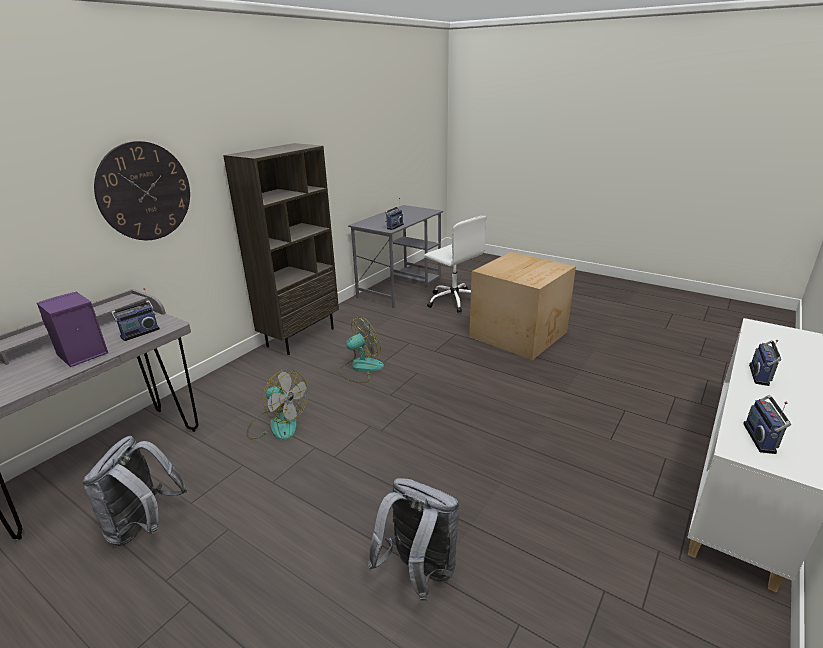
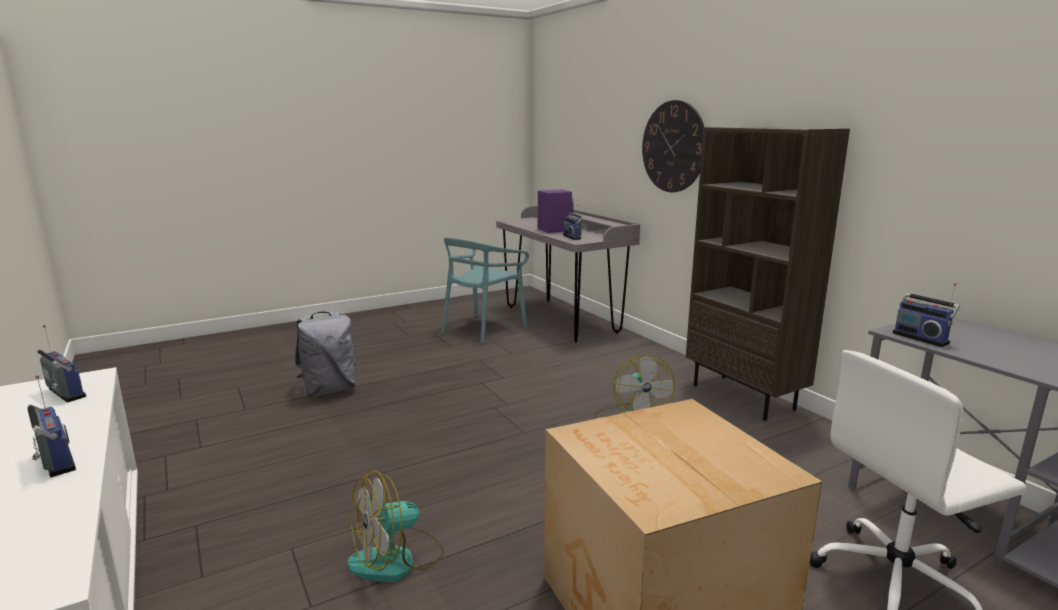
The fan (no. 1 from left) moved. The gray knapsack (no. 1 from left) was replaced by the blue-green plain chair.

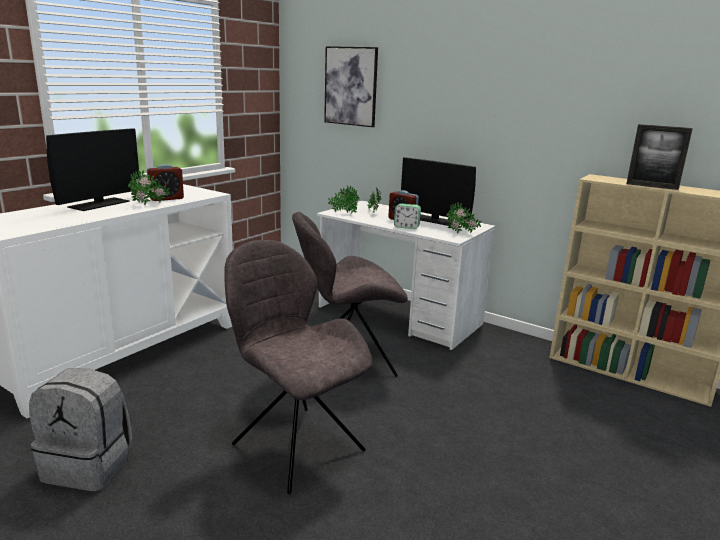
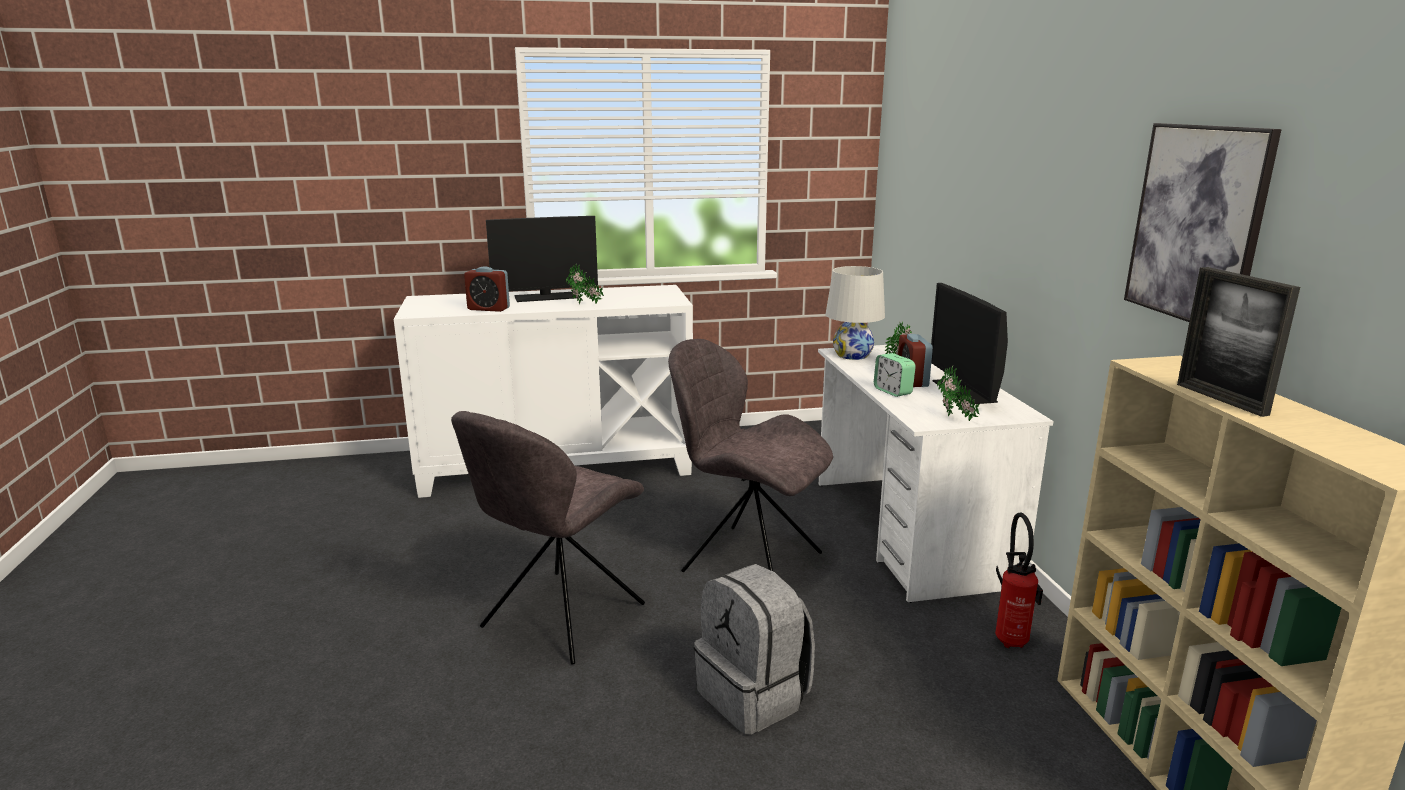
The gray plain chair (no. 1 from left) turned 150 degrees counterclockwise. The table clock (no. 1 from left) moved. The gray knapsack moved. The plant in a pot (no. 2 from left) was replaced by the white-coloured tabletop lamp. The fire extinguisher appeared. The wall picture moved.

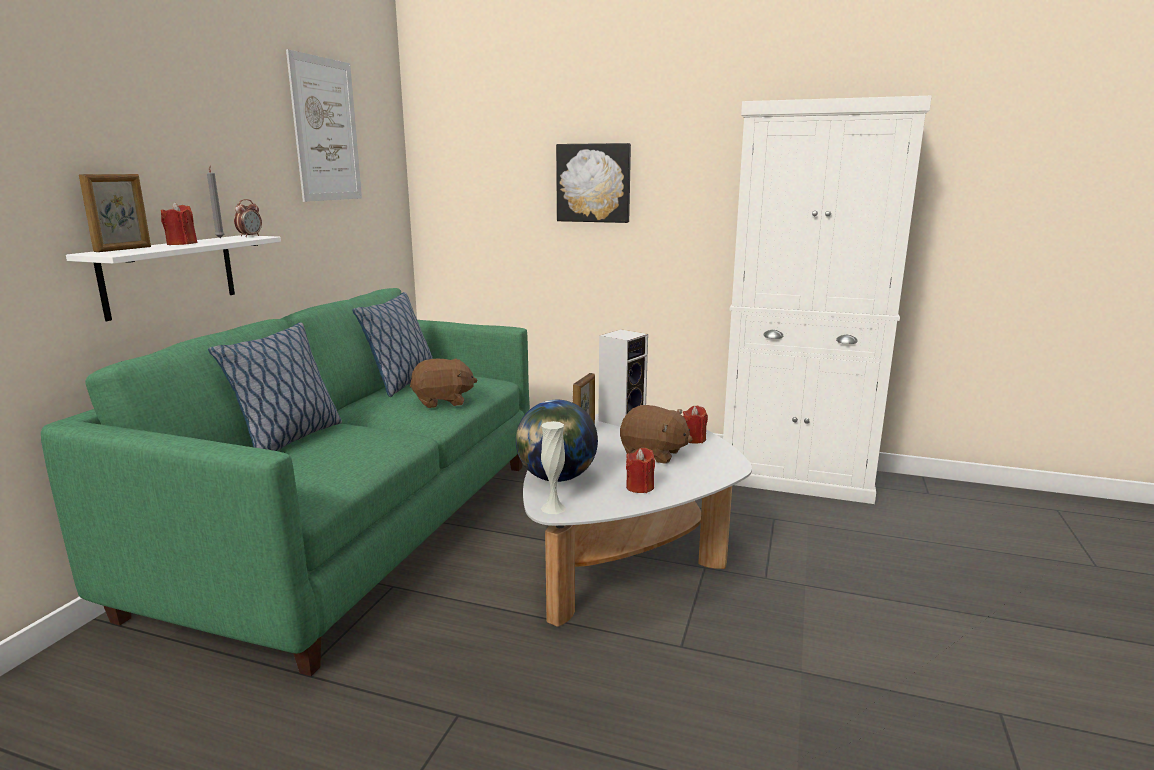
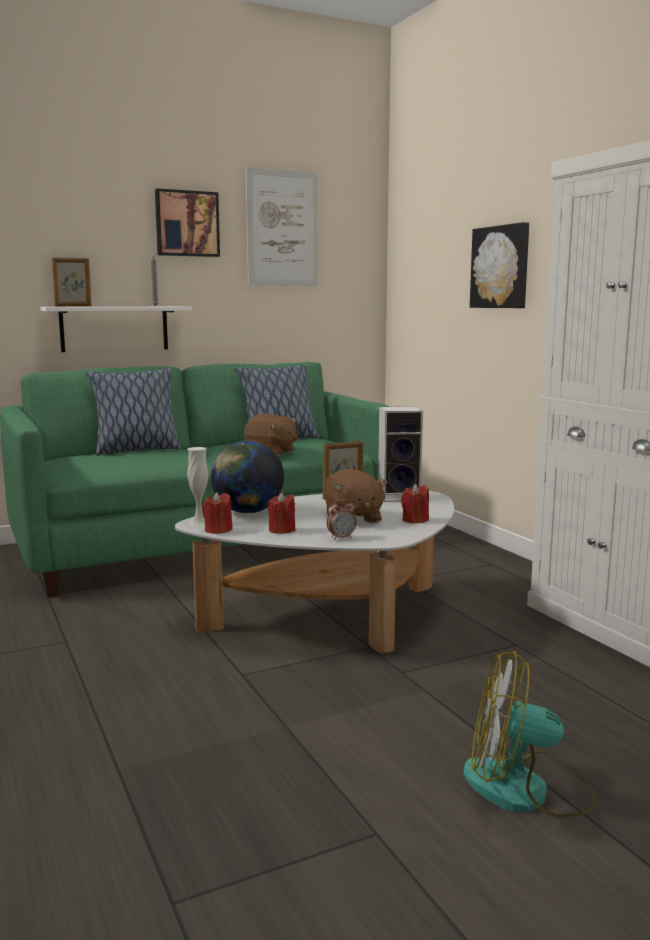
The wall picture (no. 1 from left) appeared. The red candle (no. 1 from left) moved. The table clock moved. The fan appeared.

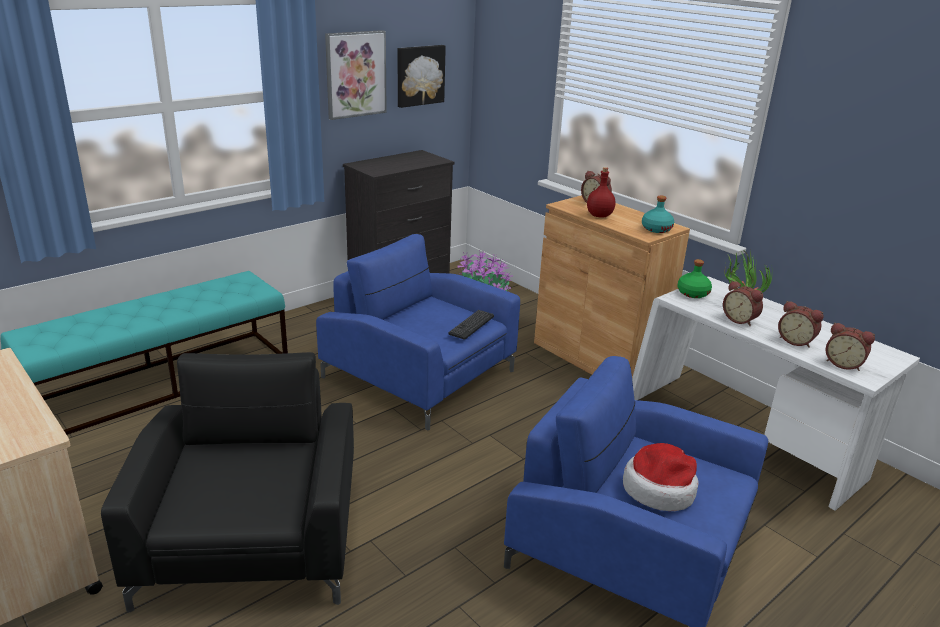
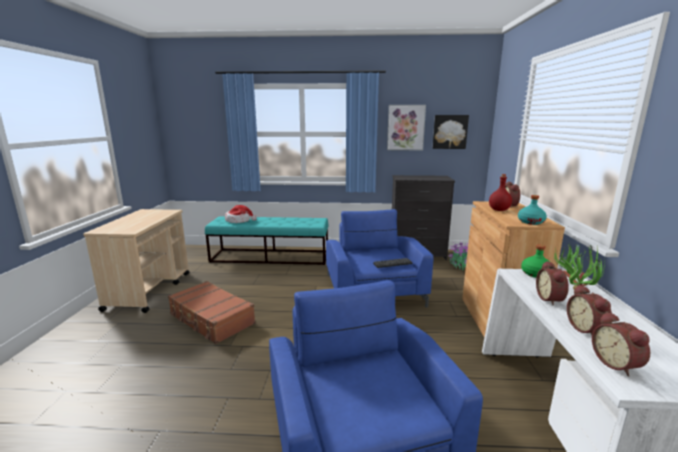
The black armchair was replaced by the brownish travel case. The wearable hat moved.

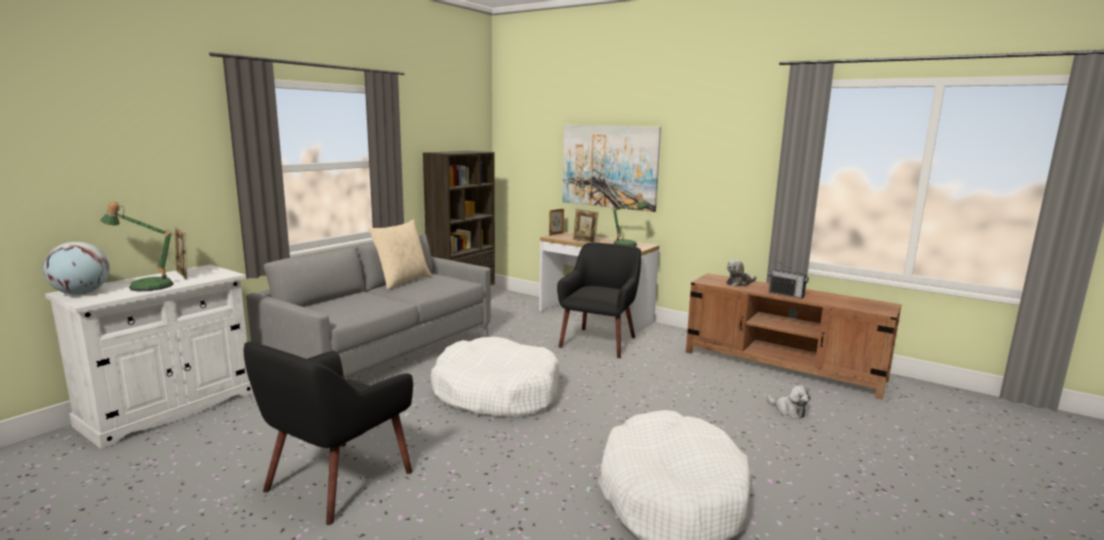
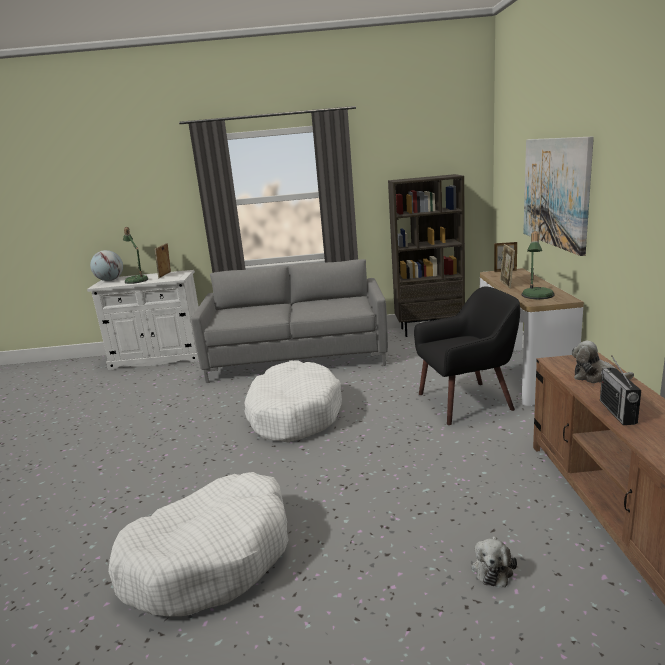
The black armchair (no. 1 from left) disappeared. The beige cushion disappeared.

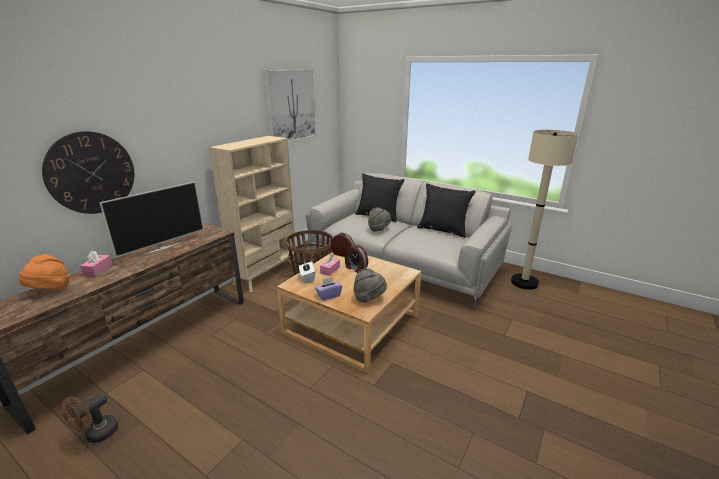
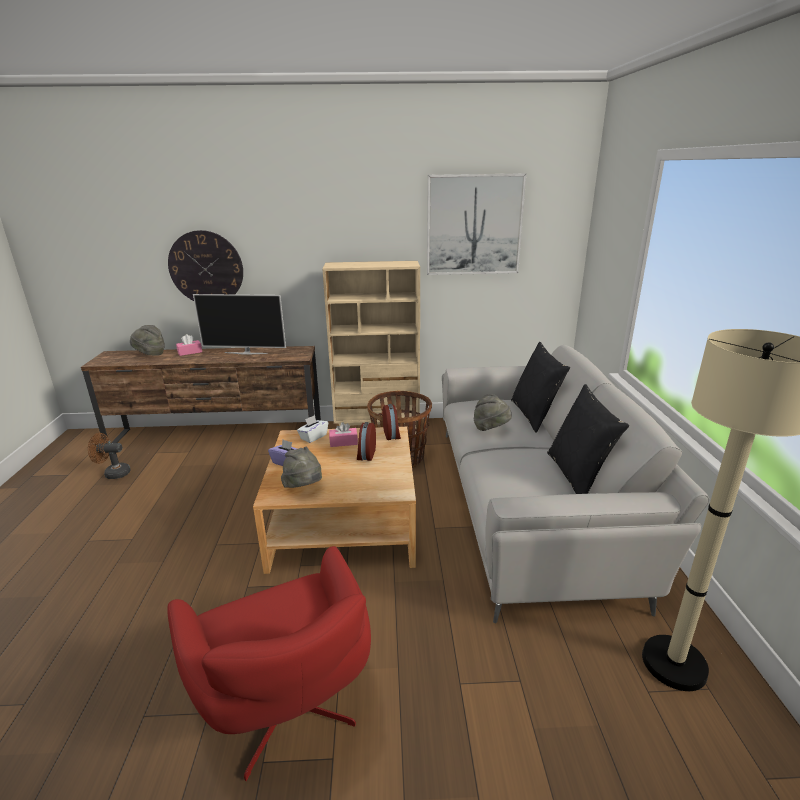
The orange wearable hat became the gray wearable hat (no. 1 from left). The red armchair appeared.

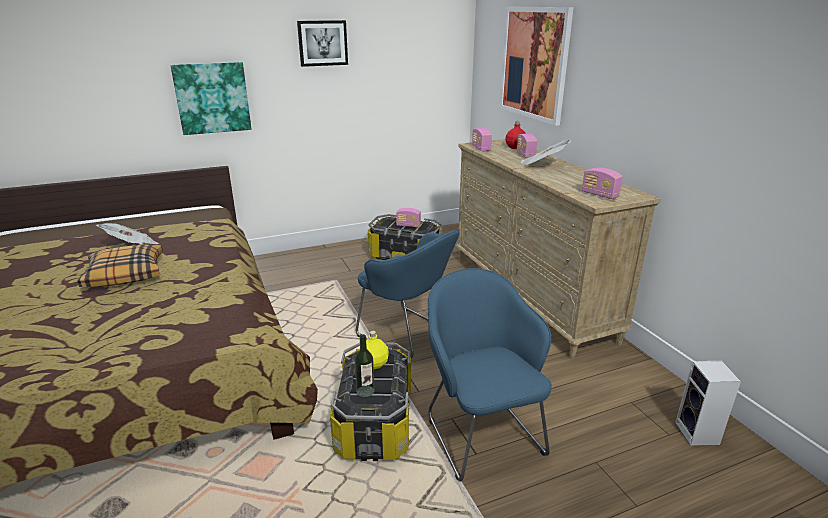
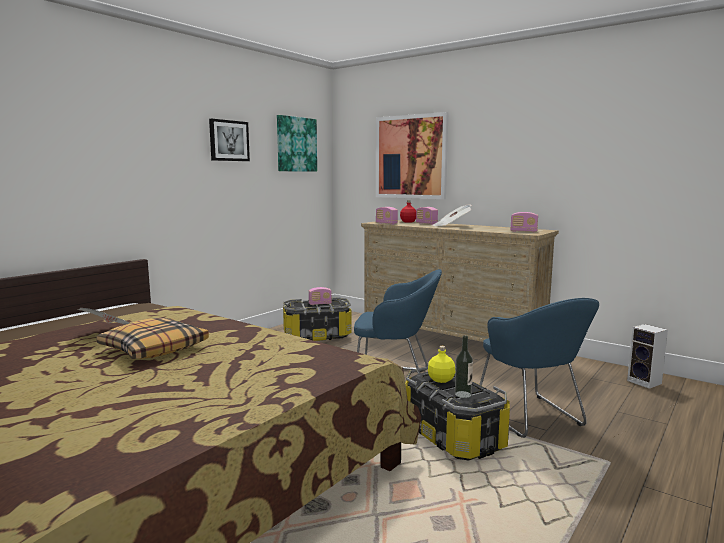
The wall picture (no. 1 from left in the first image) moved. The blue-coloured armchair (no. 2 from left) turned 150 degrees counterclockwise.

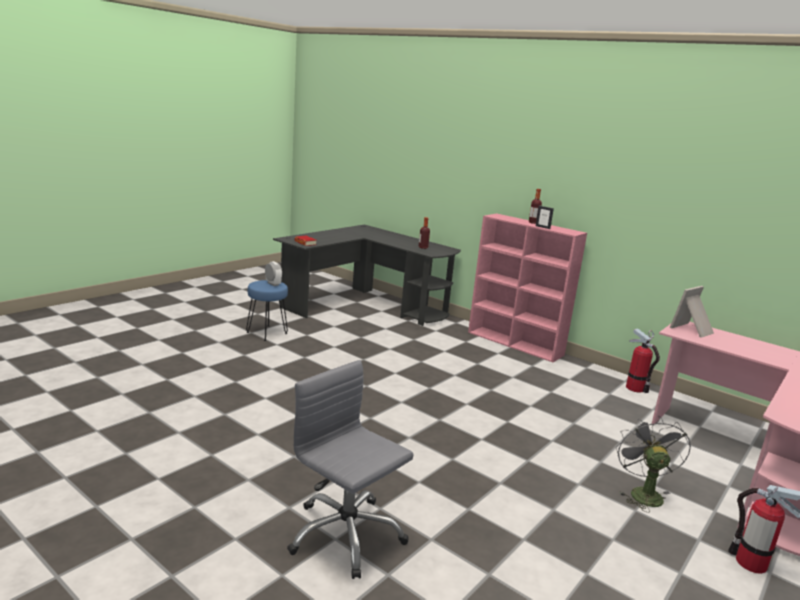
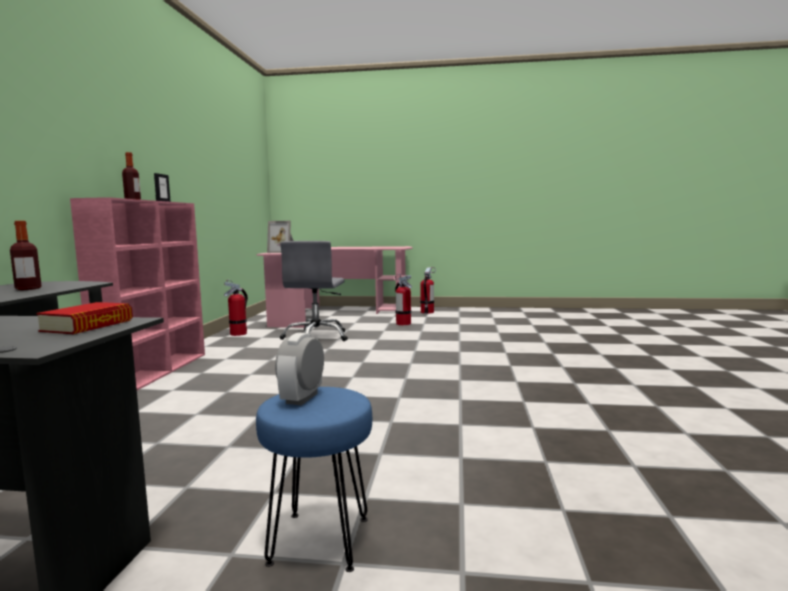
The gray computer chair moved. The gray fan was replaced by the fire extinguisher (no. 2 from left).

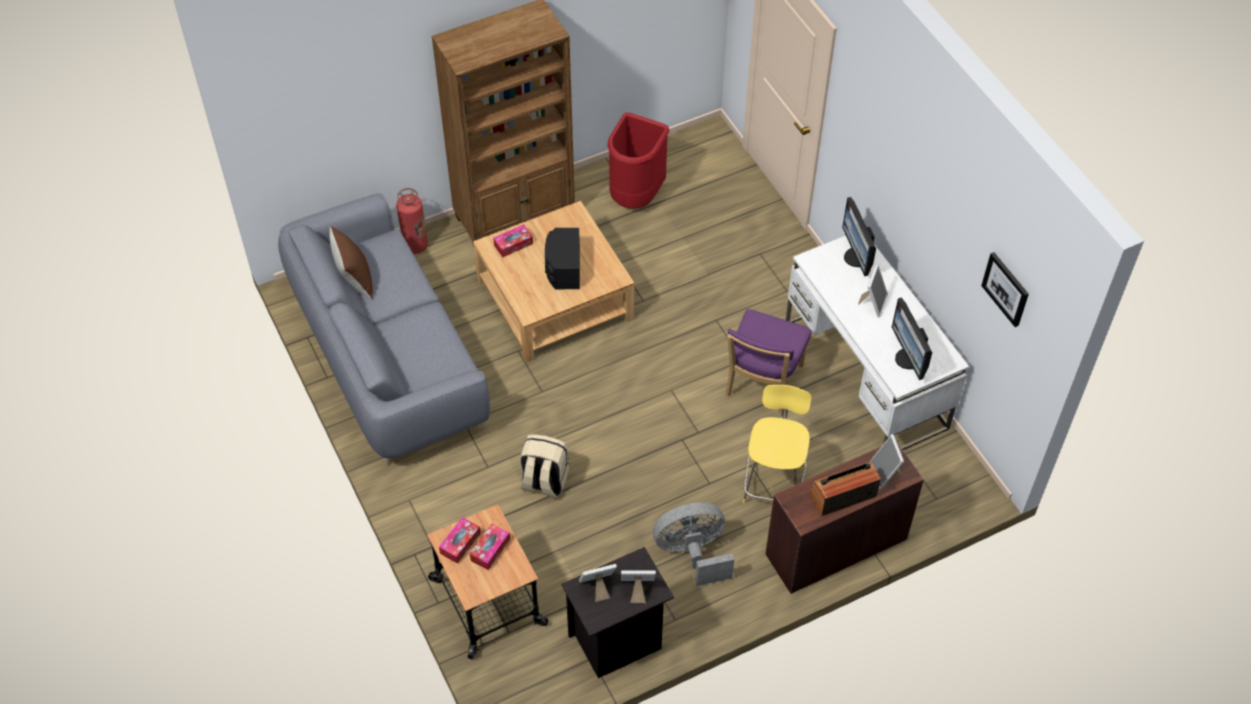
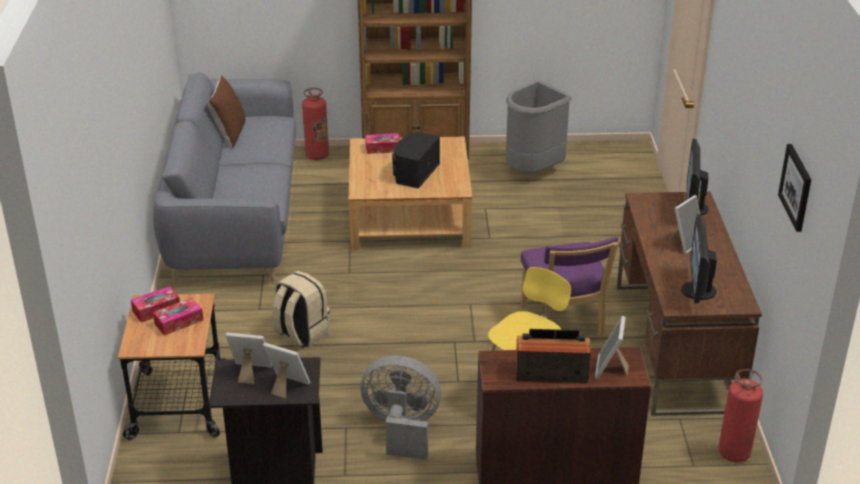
The red waste bin became the gray waste bin. The purplish plain chair turned 60 degrees counterclockwise. The white-coloured desk became the brownish desk (no. 2 from left). The fire extinguisher (no. 2 from left) appeared.

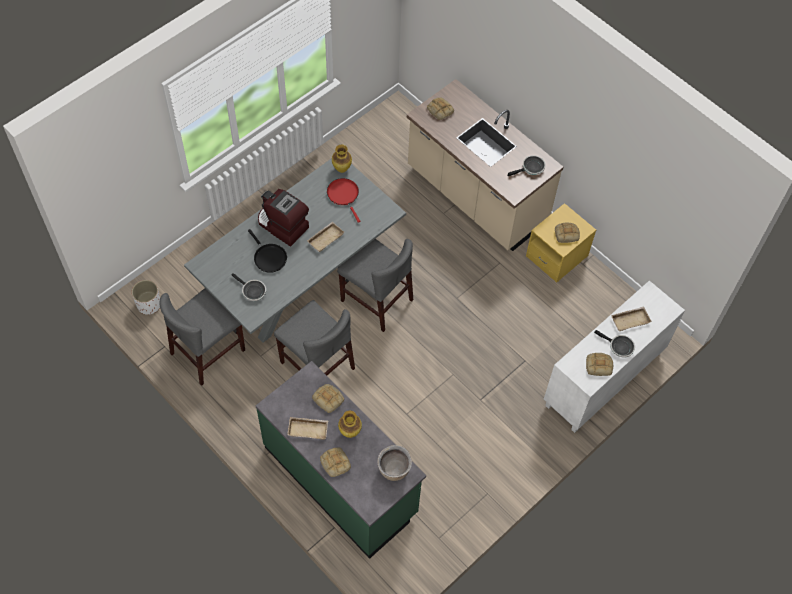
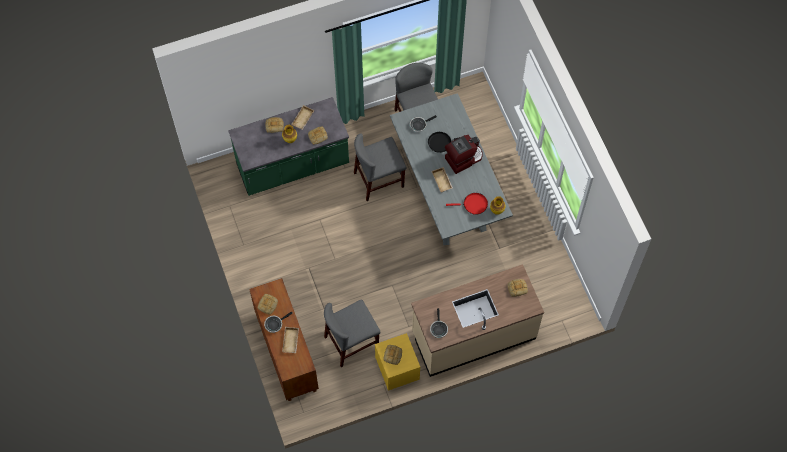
The white-coloured storage cabinet became the brownish storage cabinet. The gray plain chair (no. 3 from left in the first image) moved. The white-coloured plant pot disappeared. The brownish saucepot disappeared.

